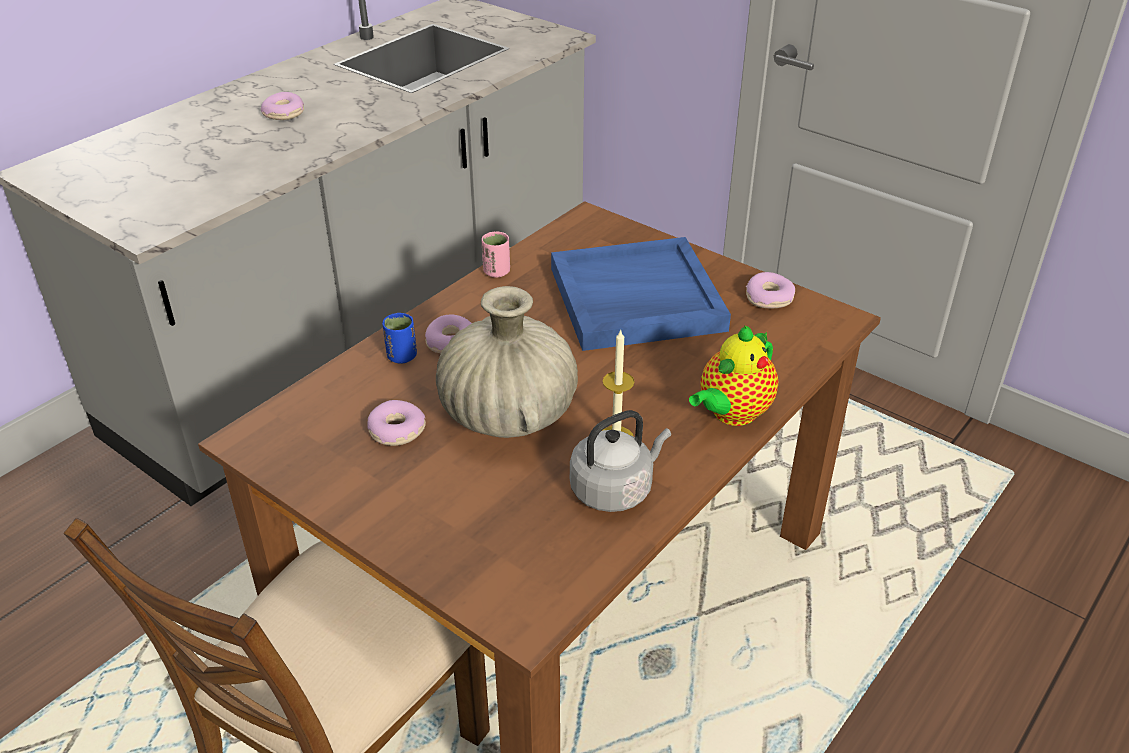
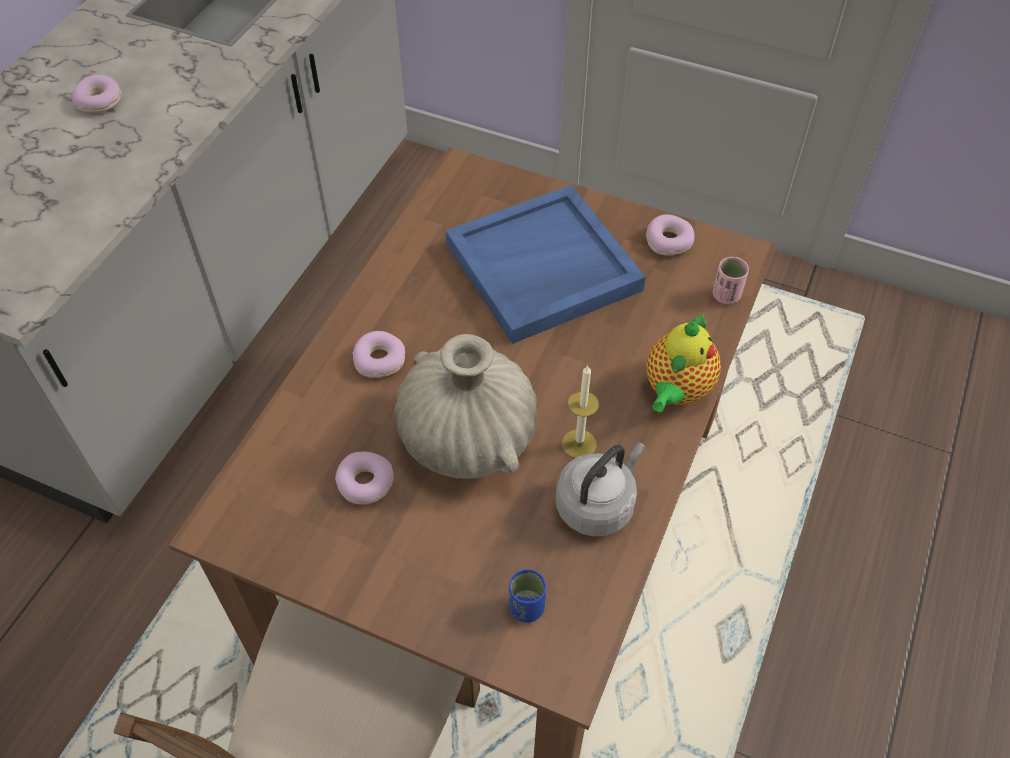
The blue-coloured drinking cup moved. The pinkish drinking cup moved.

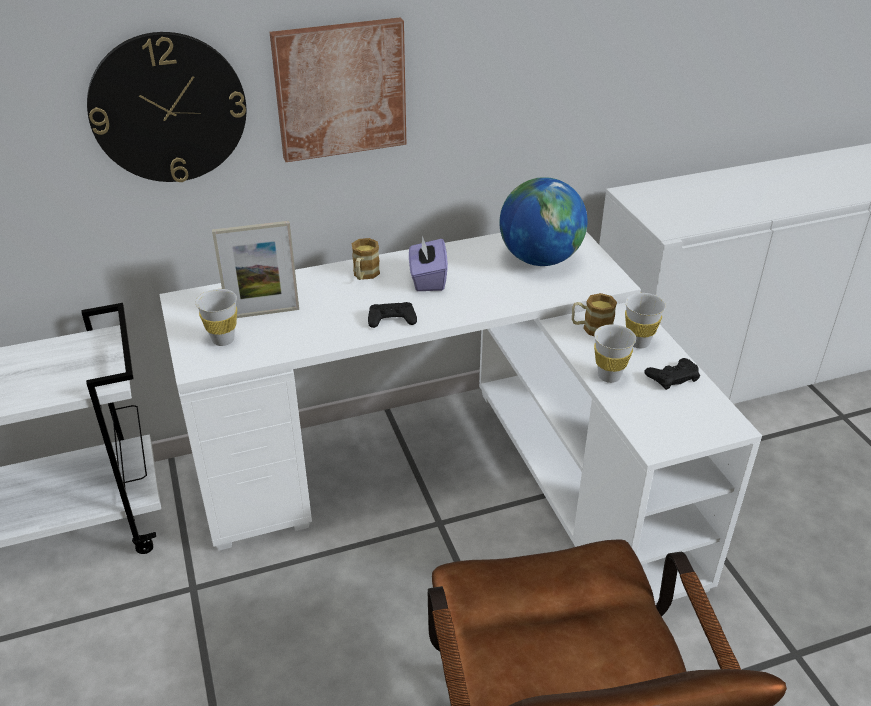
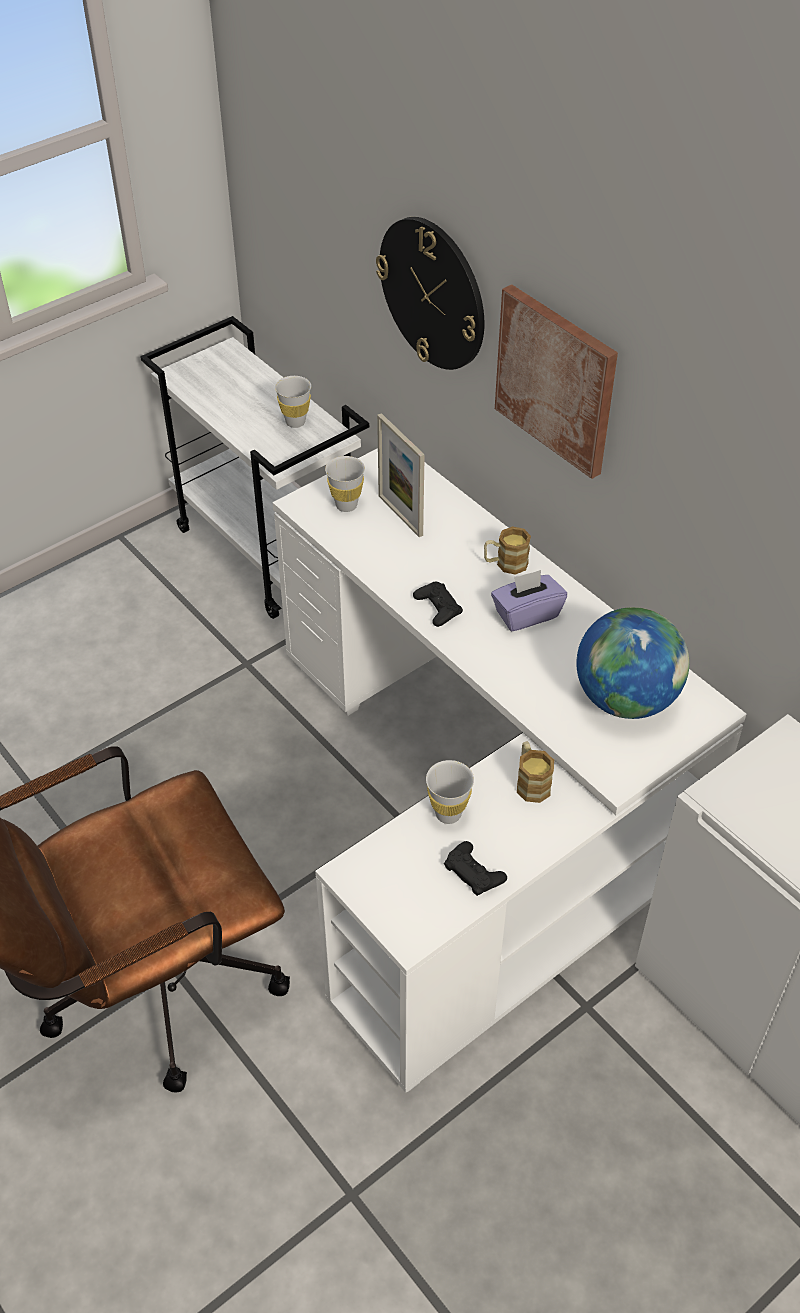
The white-coloured drinking cup (no. 3 from left in the first image) moved.

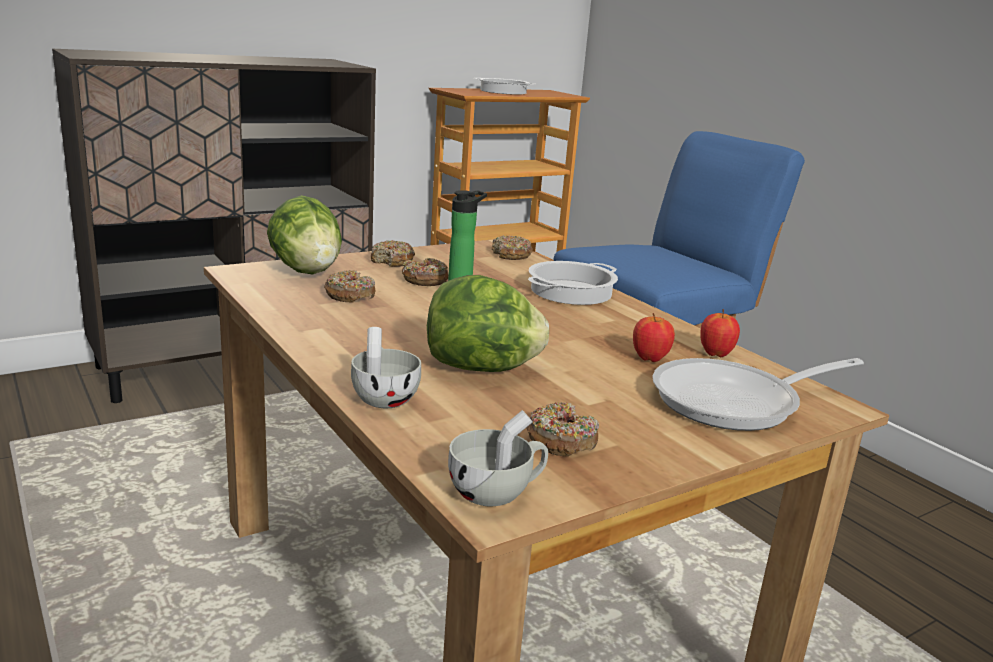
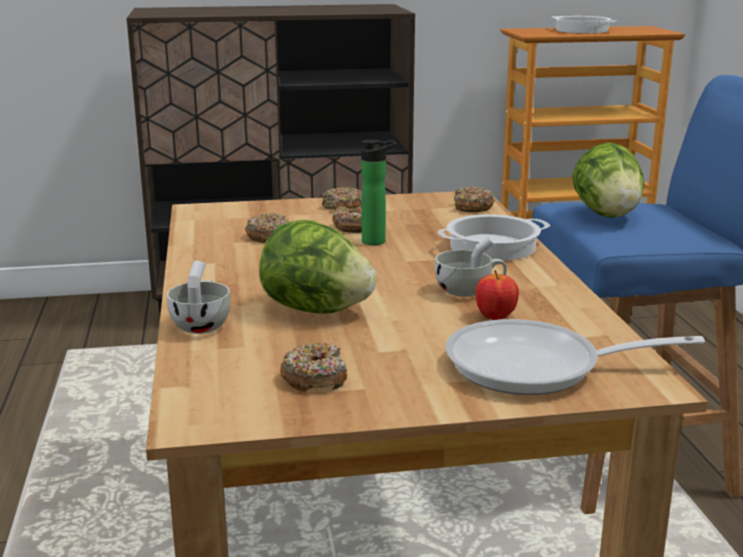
The white-coloured drinking cup (no. 2 from left) moved. The lettuce head (no. 1 from left in the first image) moved. The apple fruit (no. 2 from left) disappeared.

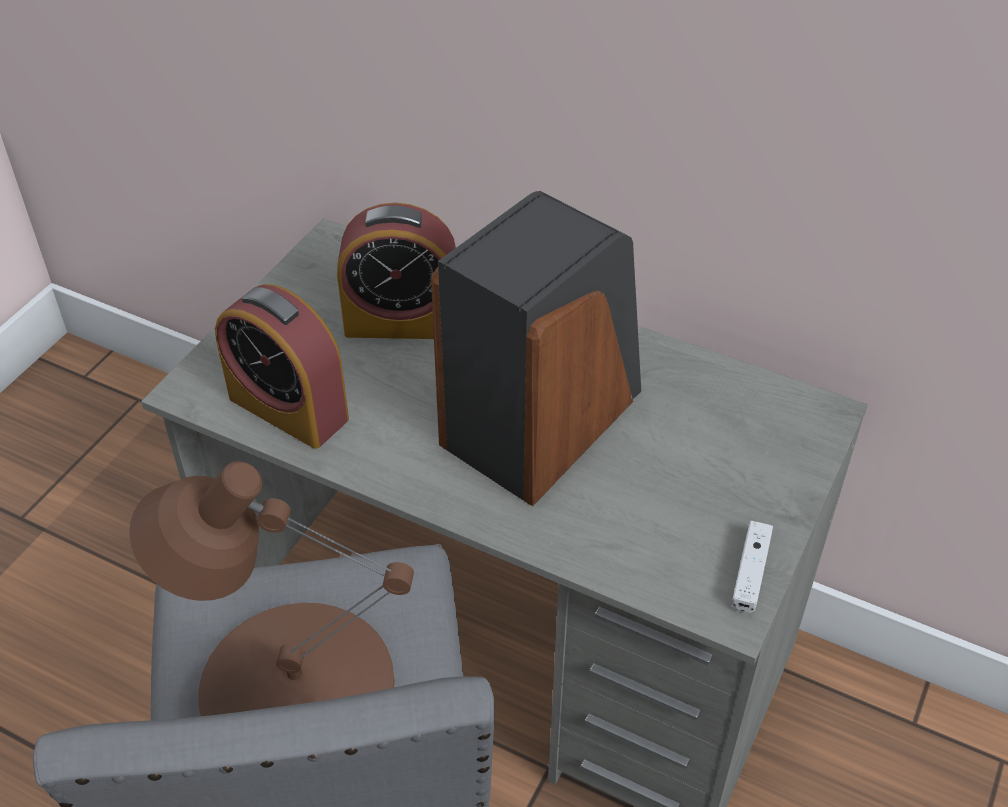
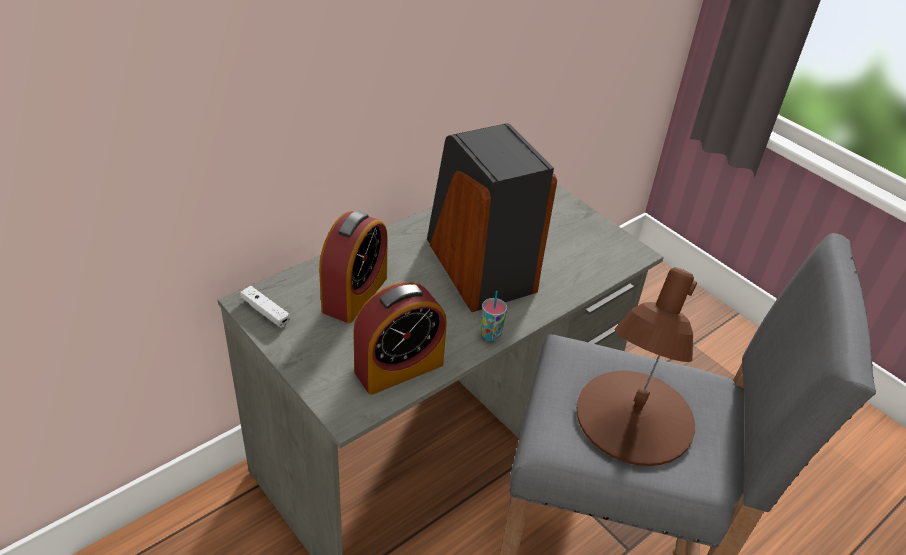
The white-coloured joypad moved. The drinking cup appeared.

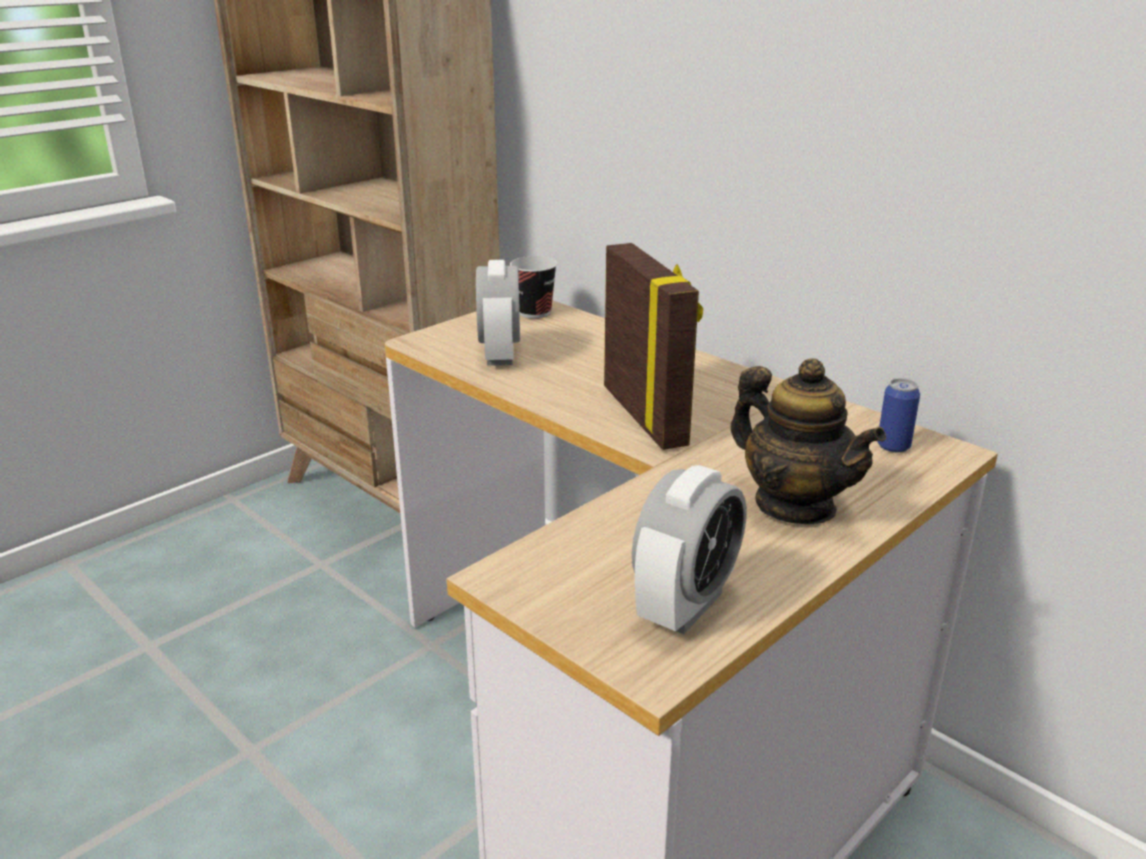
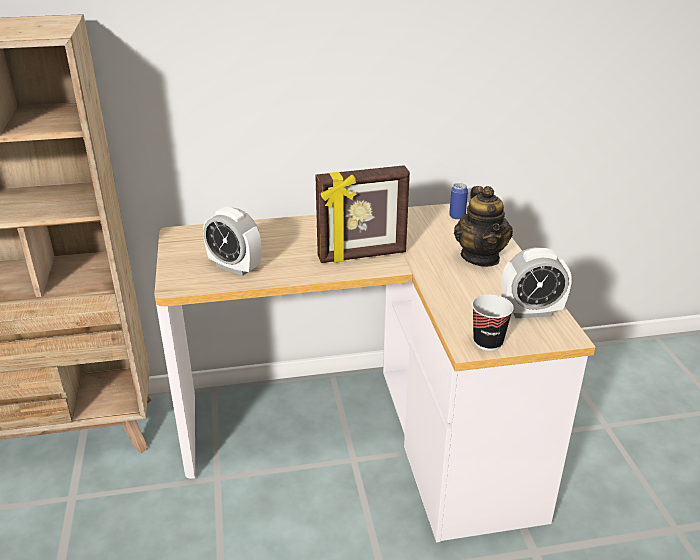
The photo frame turned 150 degrees clockwise. The tea pot turned 90 degrees clockwise. The drinking cup moved. The table clock (no. 2 from left) turned 105 degrees clockwise.

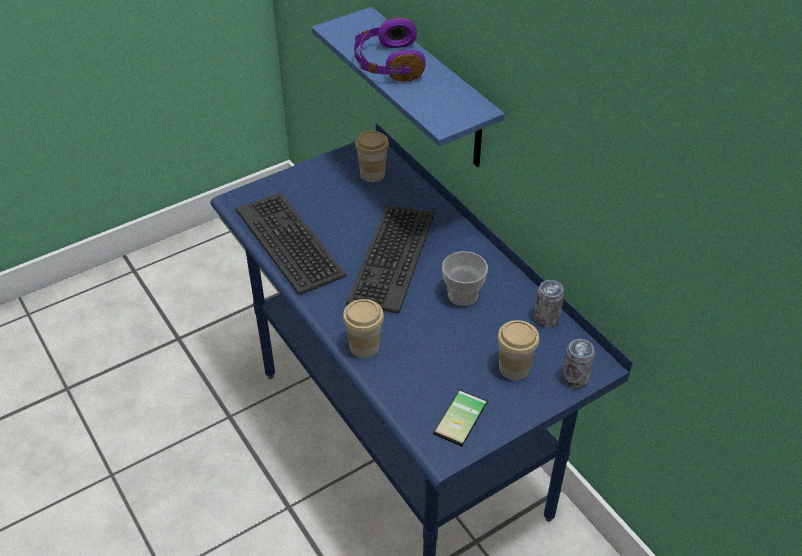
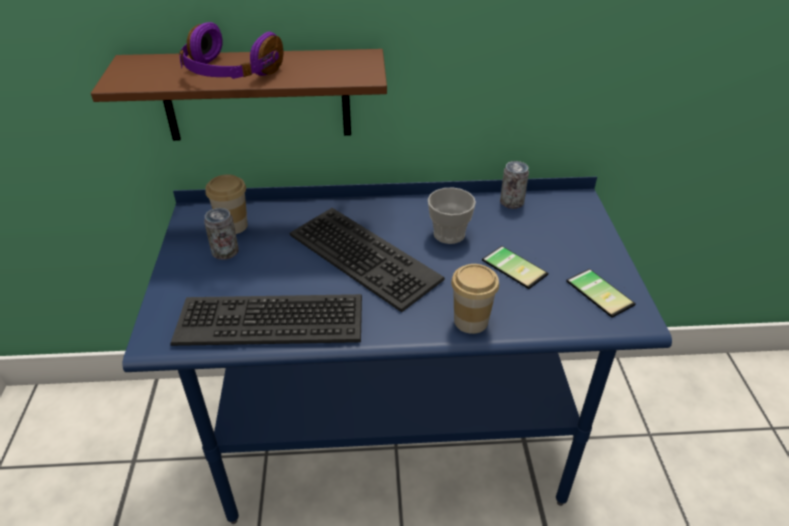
The blue-coloured bracket shelf became the brownish bracket shelf. The can (no. 2 from left in the first image) moved. The phone (no. 1 from left) appeared. The drinking cup (no. 4 from left) disappeared.

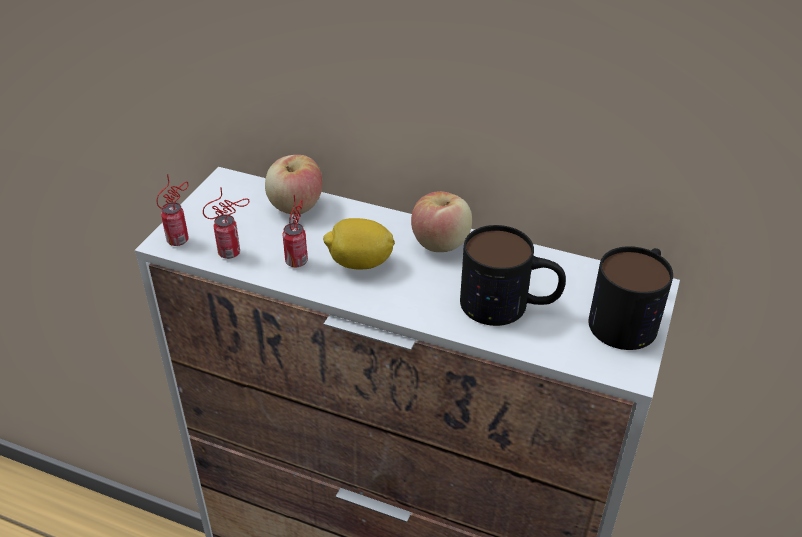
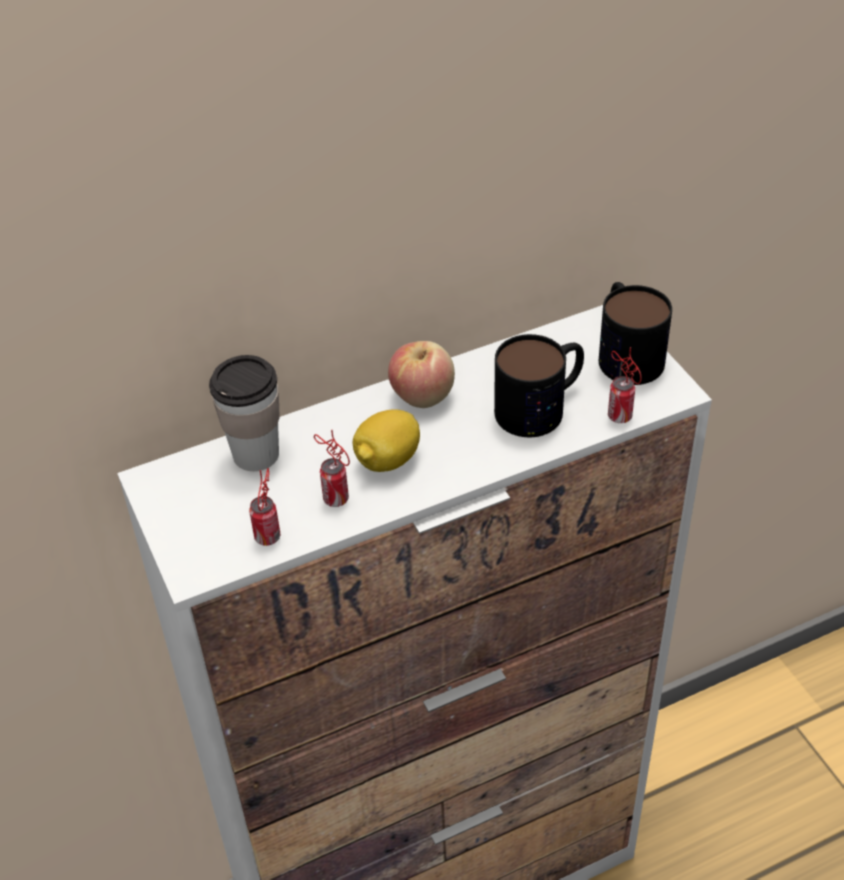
The apple fruit (no. 1 from left) was replaced by the drinking cup. The can (no. 1 from left in the first image) moved.

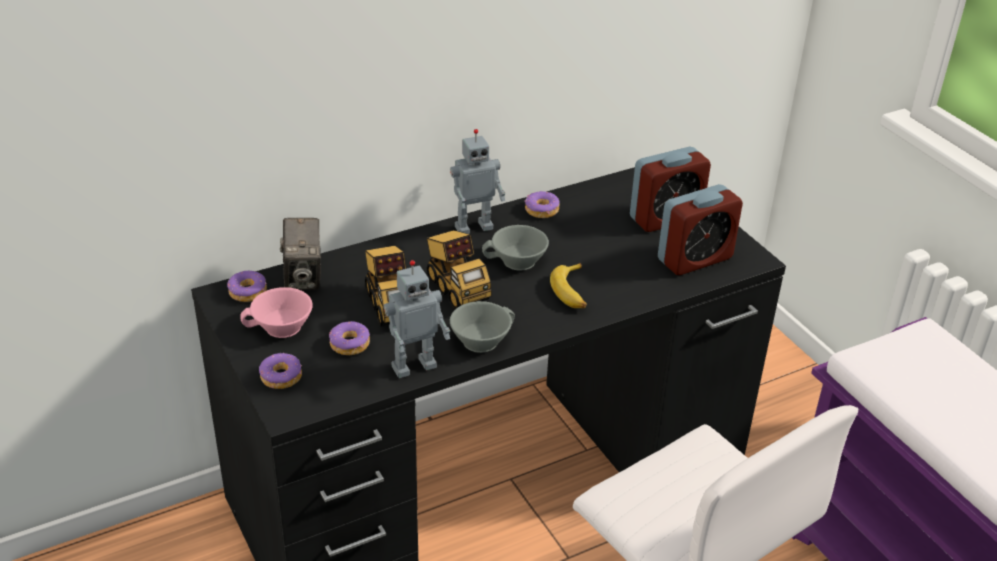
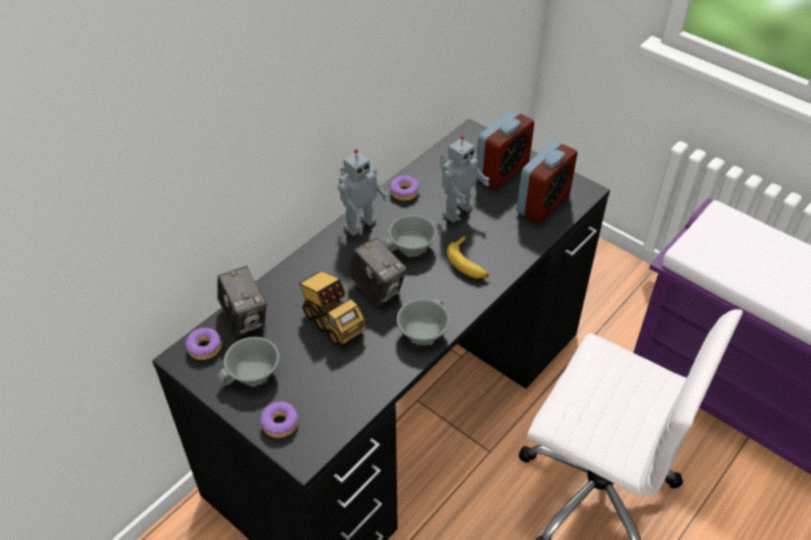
The pinkish drinking cup became the gray drinking cup (no. 1 from left). The toy truck (no. 2 from left) was replaced by the still camera (no. 2 from left). The toy robot (no. 1 from left in the first image) moved. The ring doughnut (no. 3 from left) disappeared.

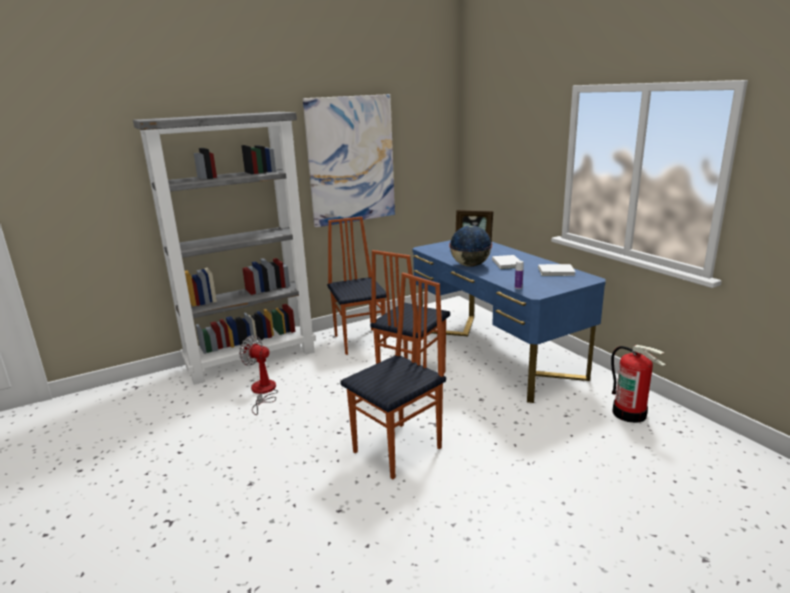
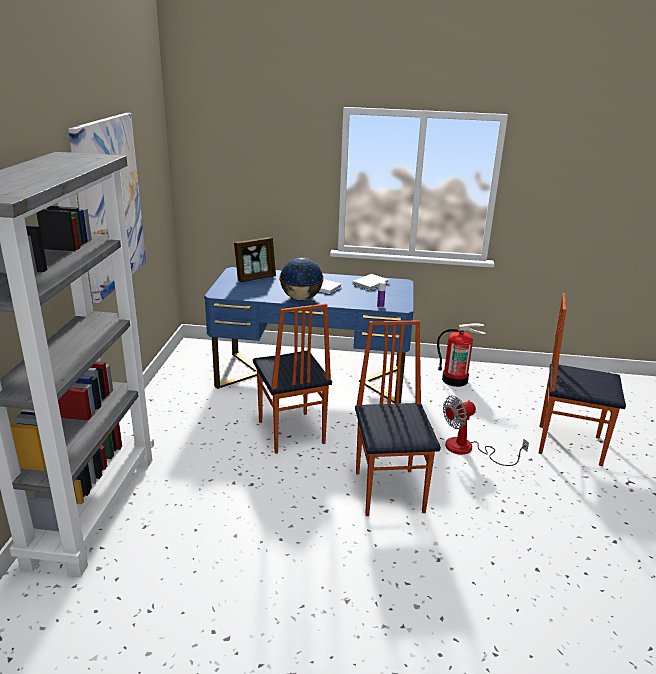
The fan moved. The plain chair (no. 1 from left in the first image) moved.

